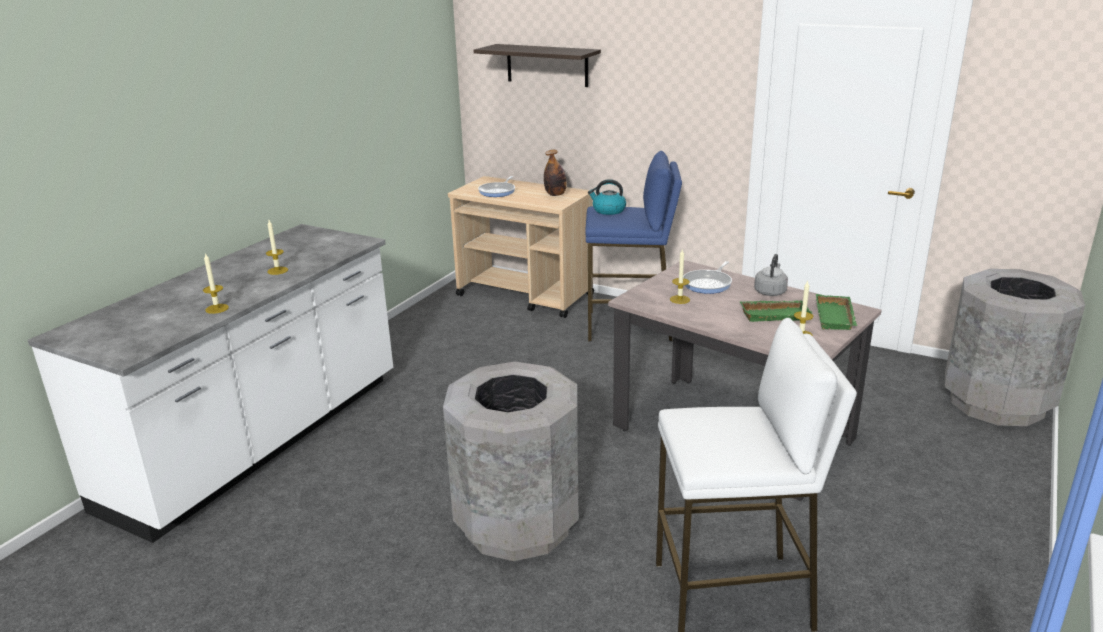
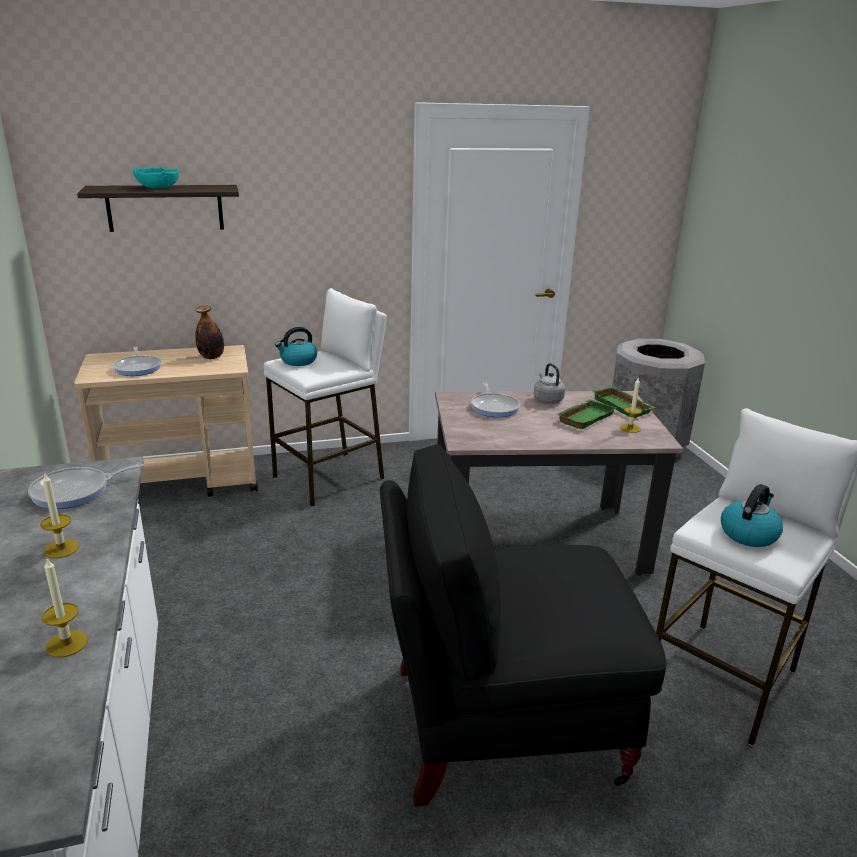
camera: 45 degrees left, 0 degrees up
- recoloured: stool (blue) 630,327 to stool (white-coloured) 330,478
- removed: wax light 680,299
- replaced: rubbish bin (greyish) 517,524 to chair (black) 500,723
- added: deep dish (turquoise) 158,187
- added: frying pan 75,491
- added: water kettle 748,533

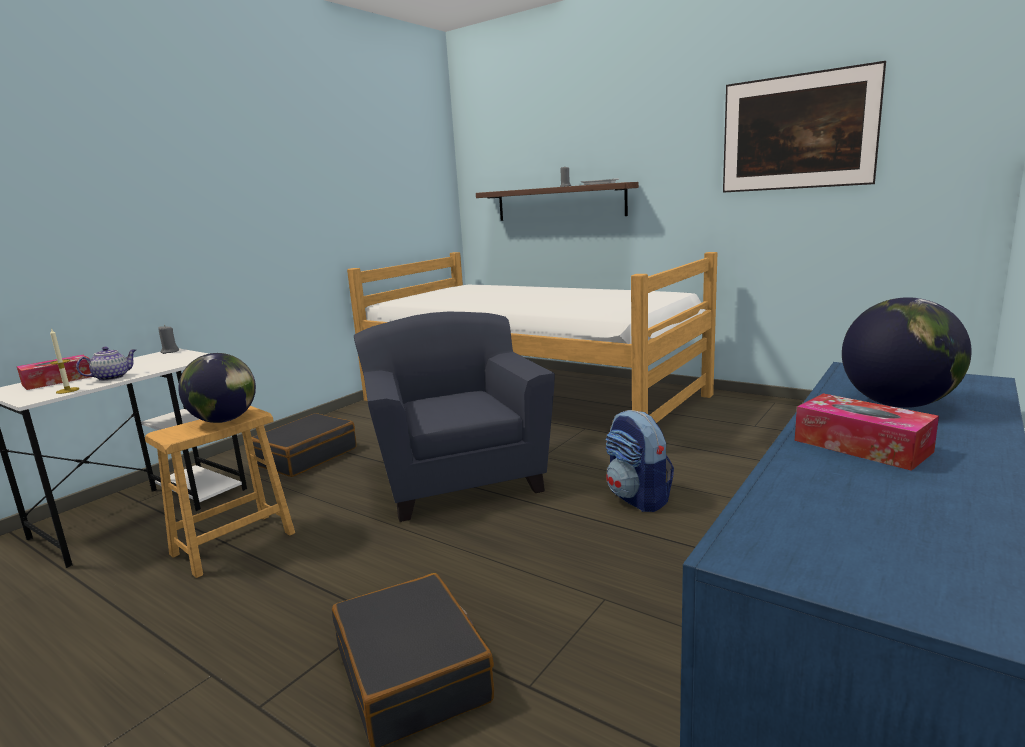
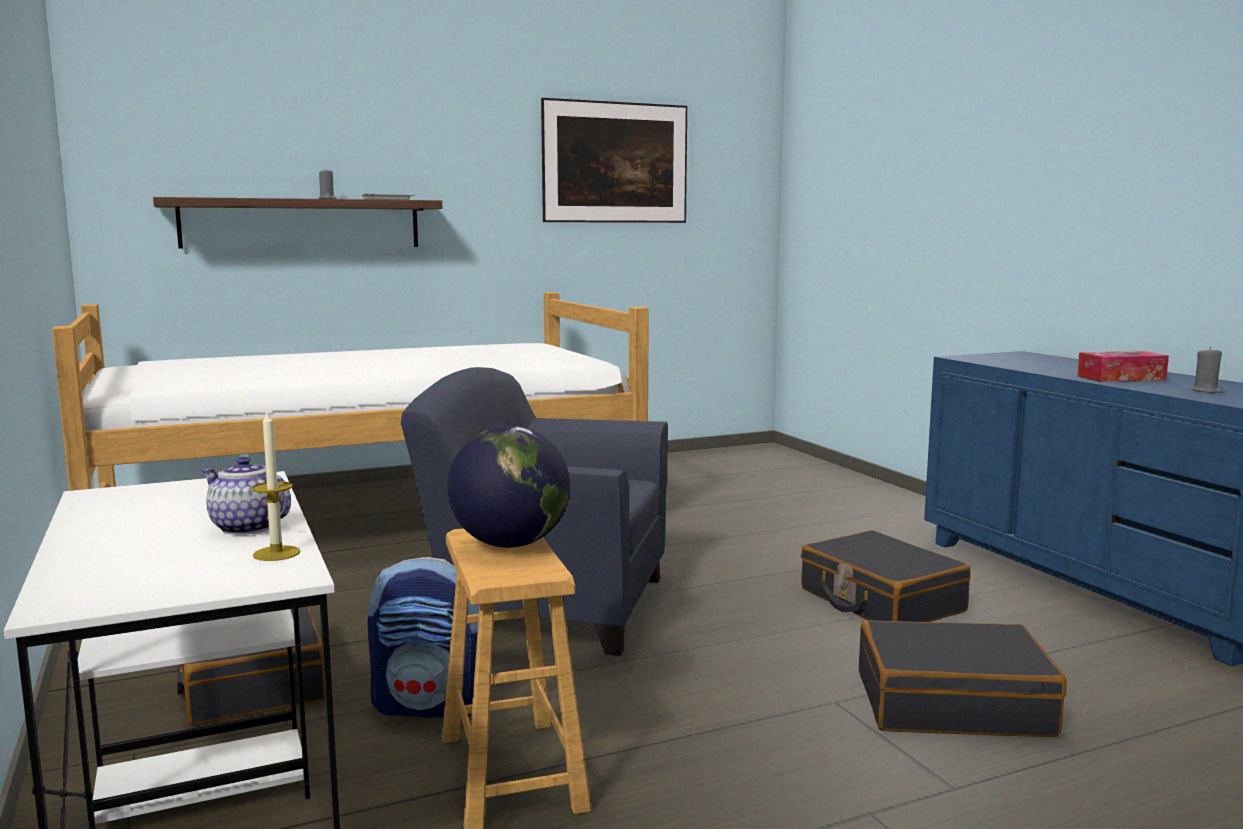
camera: 60 degrees left, 5 degrees down
- removed: desk globe 898,404
- moved: wax light (greyish) 170,351 to 1206,391
- turned: pot for tea 112,377 = 246,527 45 degrees counterclockwise
- removed: tissue holder 58,380
- moved: backpack 638,498 to 432,705
- added: piece of luggage (black) 880,601

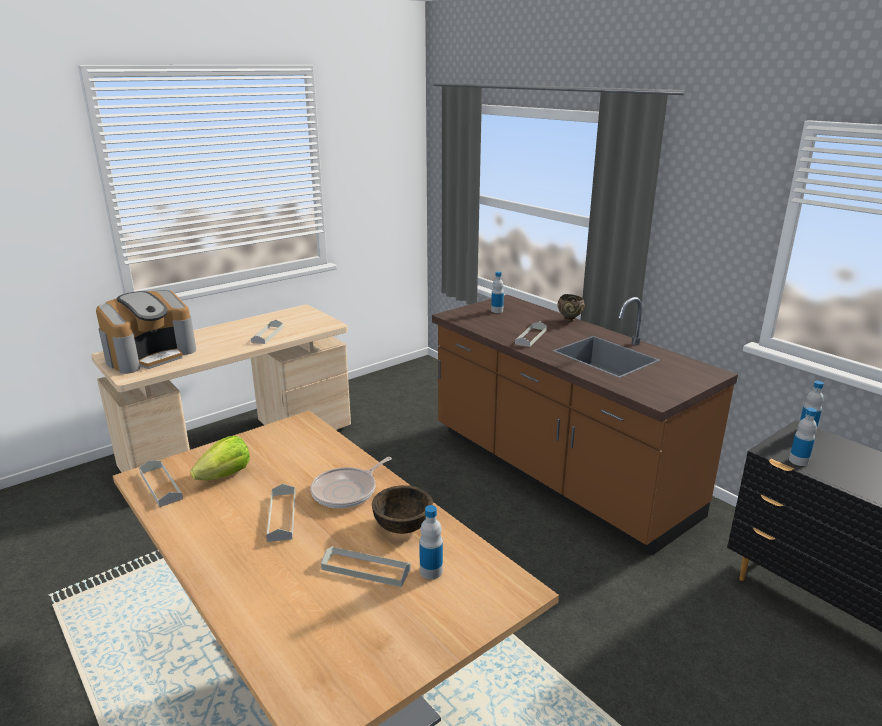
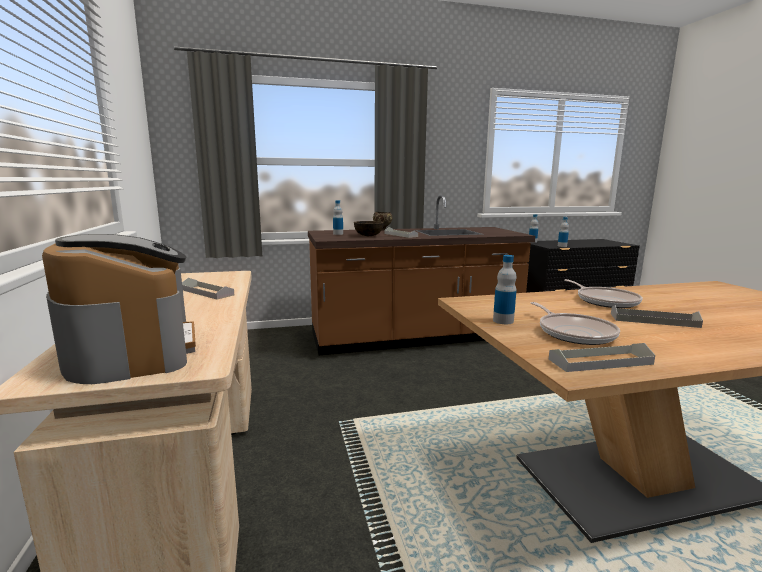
camera: 65 degrees left, 10 degrees down
- replaced: head of lettuce 225,475 to frying pan 574,333
- moved: deep dish (brown) 403,525 to 368,236
- moved: beverage bottle 431,571 to 503,321
- removed: tray (greyish) 366,569

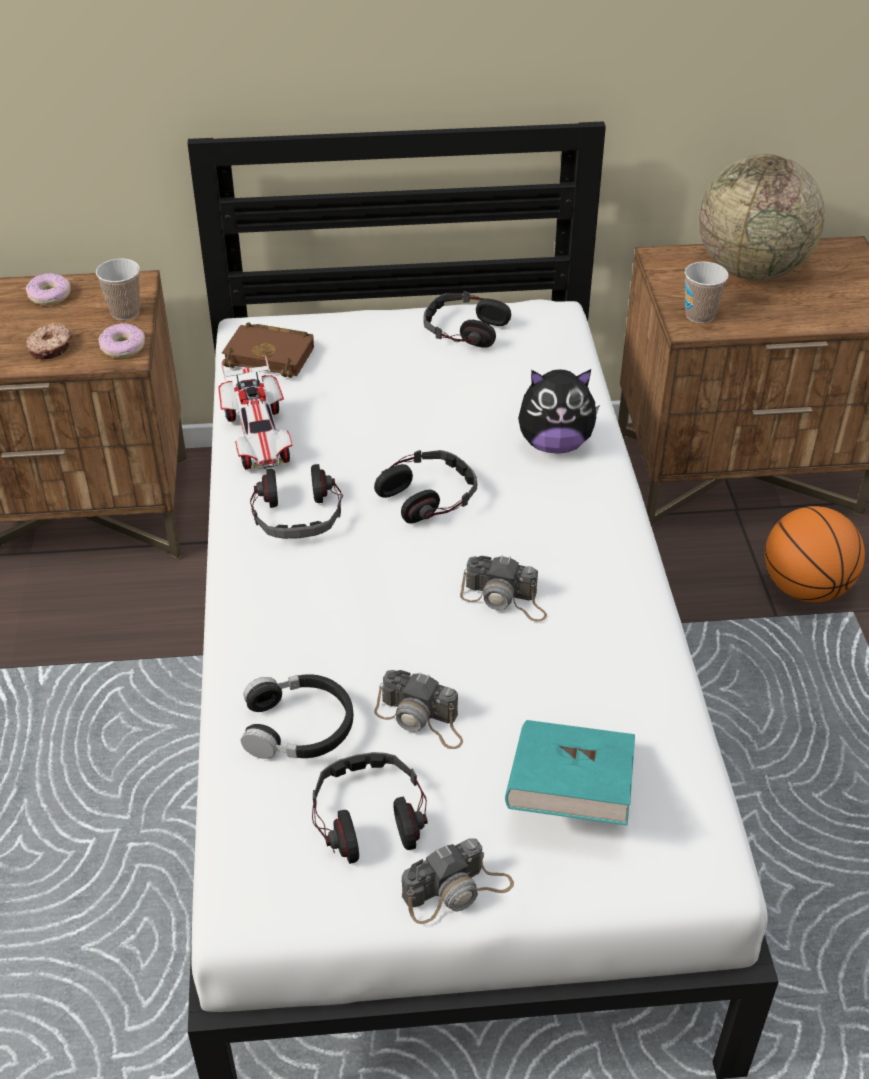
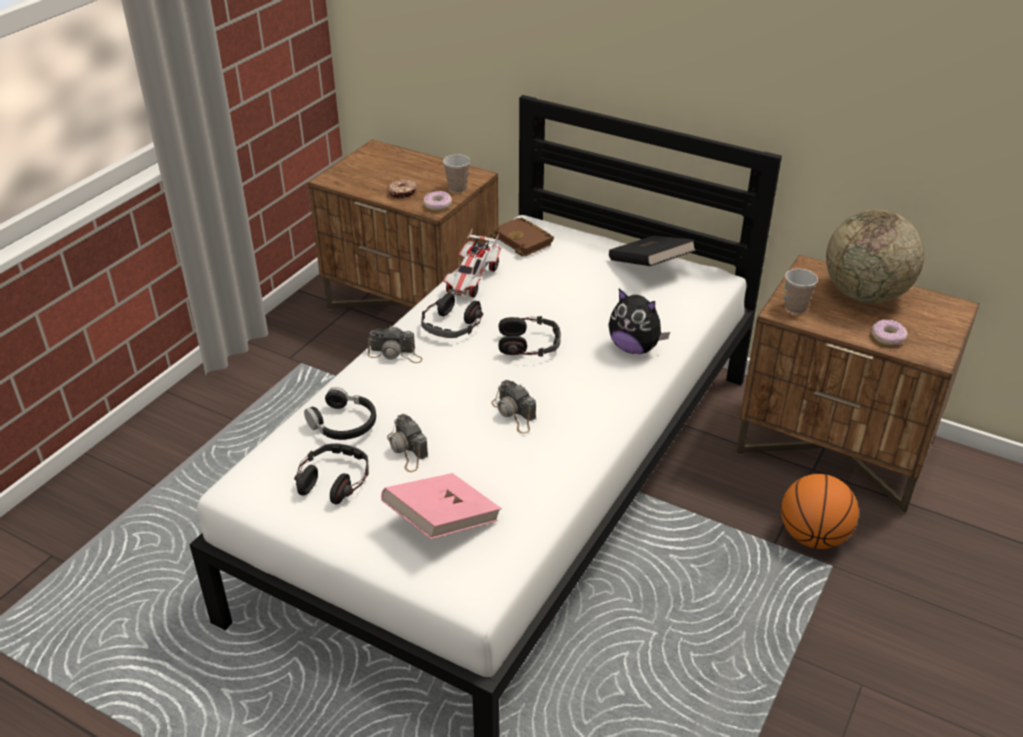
camera: 35 degrees right, 5 degrees down
- moved: ring doughnut 50,295 to 888,337
- replaced: headset 464,329 to book (black) 649,267
- recoloured: book (turquoise) 569,794 to book (pink) 442,522
- moved: still camera 457,890 to 395,354

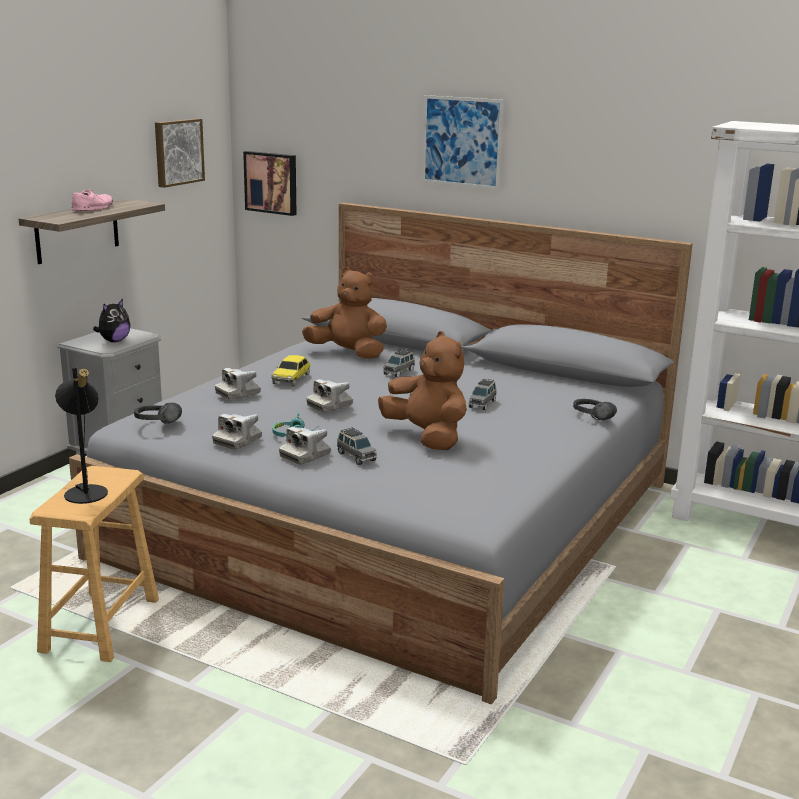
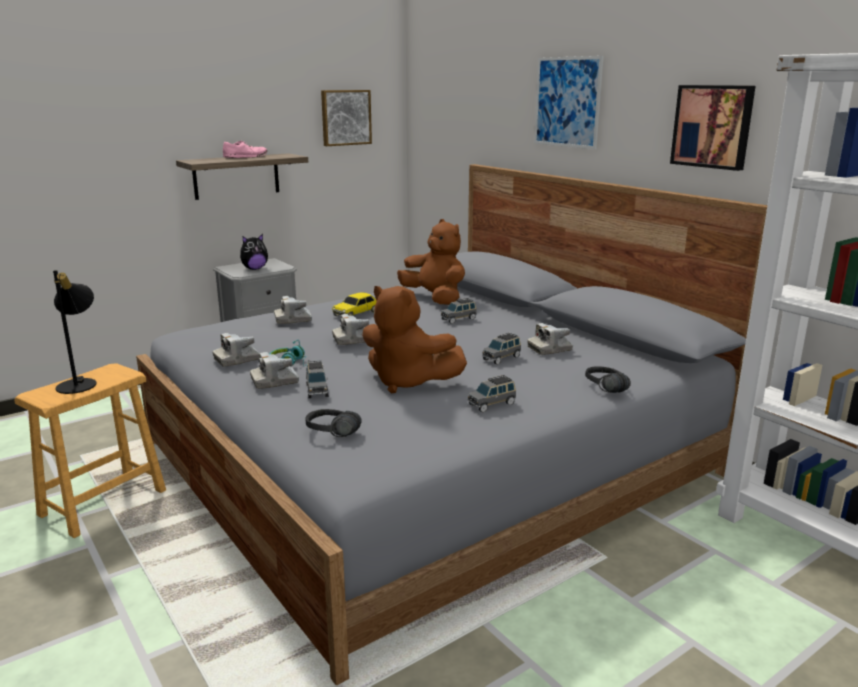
camera: 25 degrees right, 0 degrees up
- moved: wall art 272,182 to 713,126
- turned: cuddly toy (brown) 427,437 = 407,382 135 degrees clockwise
- moved: headset (black) 157,424 to 330,435
- added: still camera 549,349
- added: toy car (greyish) 492,404

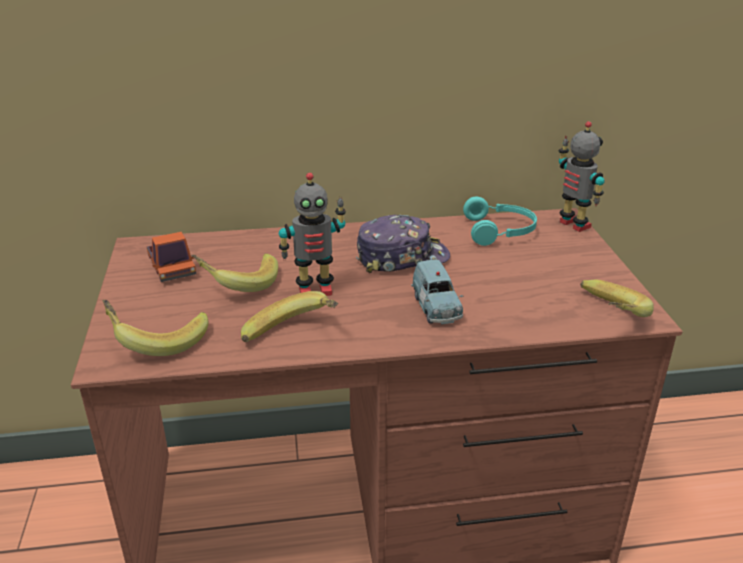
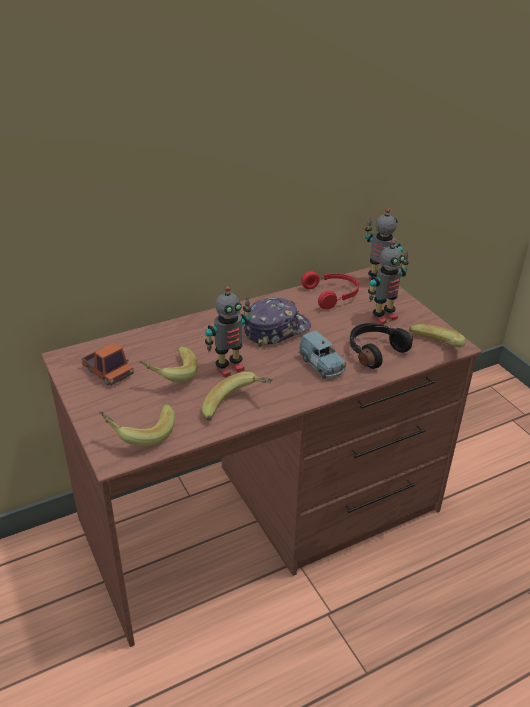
camera: 20 degrees left, 5 degrees up
- recoloured: headset (turquoise) 500,231 to headset (red-coloured) 332,295
- added: model robot 383,317
- added: headset (black) 374,351

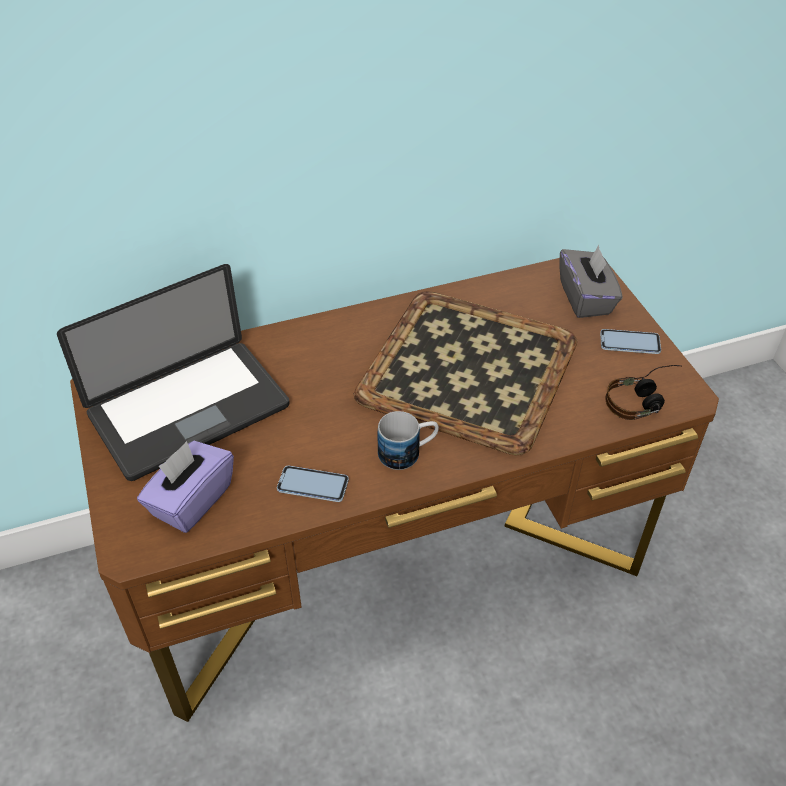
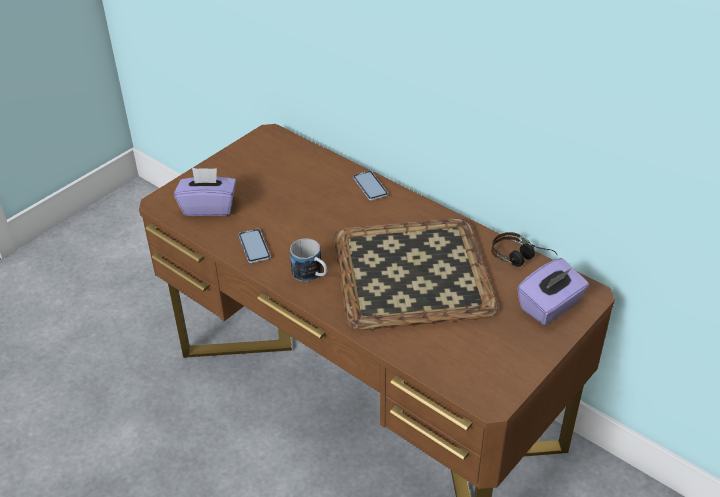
camera: 60 degrees right, 5 degrees down
- recoloured: tissue holder (greyish) 586,298 to tissue holder (purplish) 550,306
- removed: notebook computer 189,411
- moved: telephone 629,343 to 370,186
- moved: headset 644,400 to 522,259

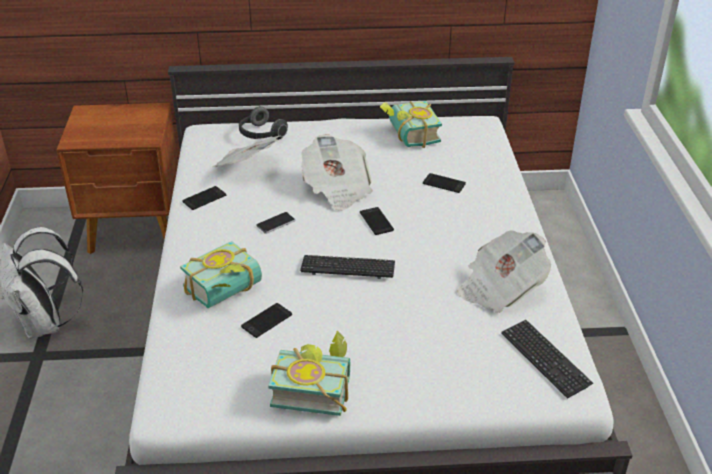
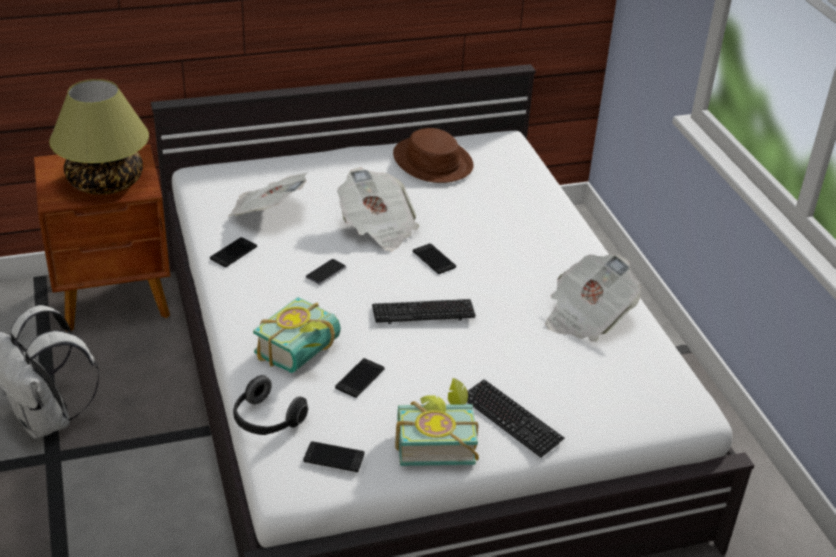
camera: 15 degrees left, 0 degrees up
- replaced: book 408,136 to wearable hat (brown) 433,161
- moved: headset 261,135 to 266,421
- moved: telephone 444,183 to 334,457
- moved: computer keyboard 545,359 to 511,419
- added: tabletop lamp 105,183

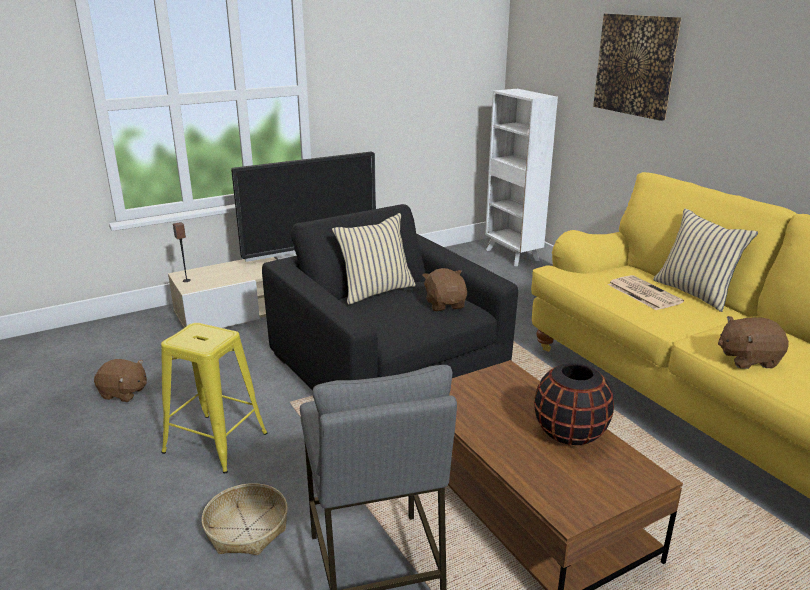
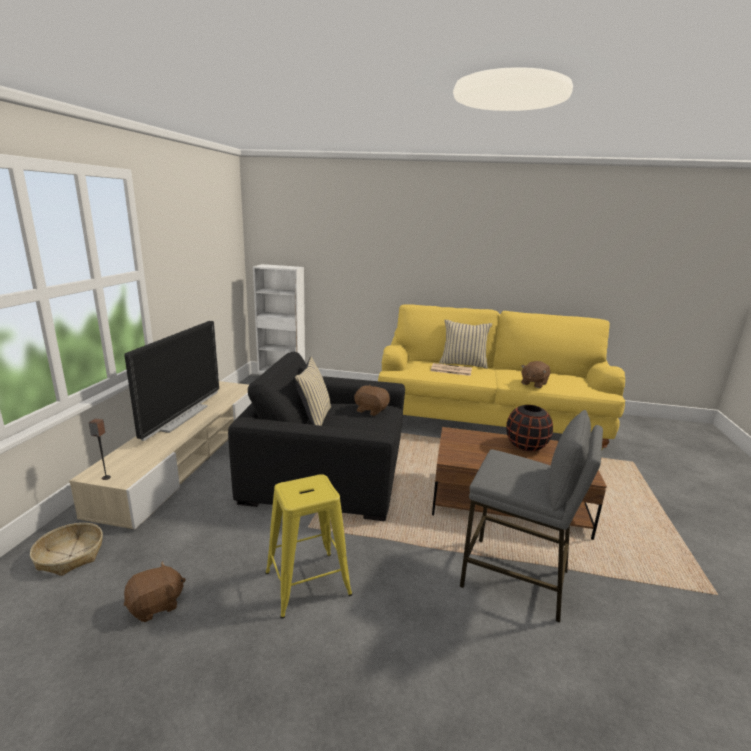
camera: 50 degrees left, 5 degrees down
- removed: wall art 635,65
- moved: storage basket 246,529 to 70,556

